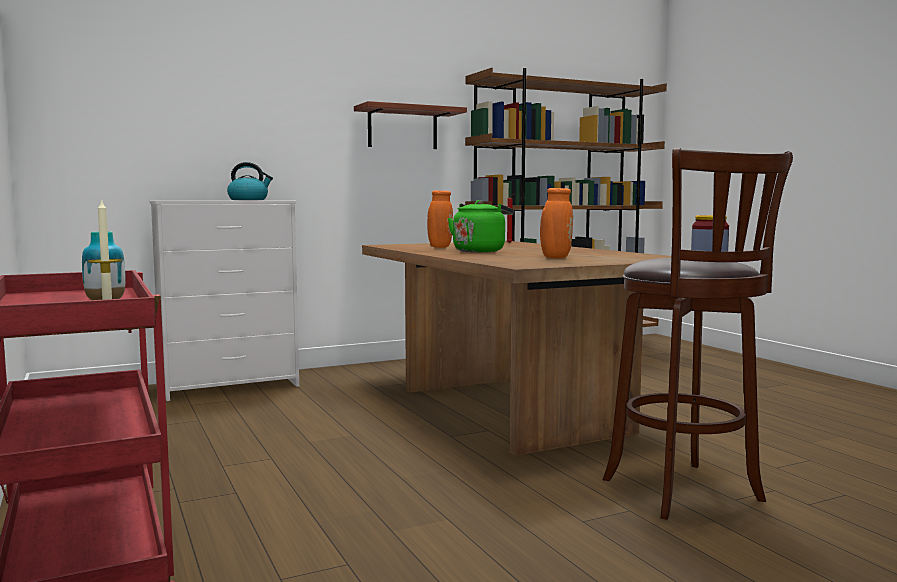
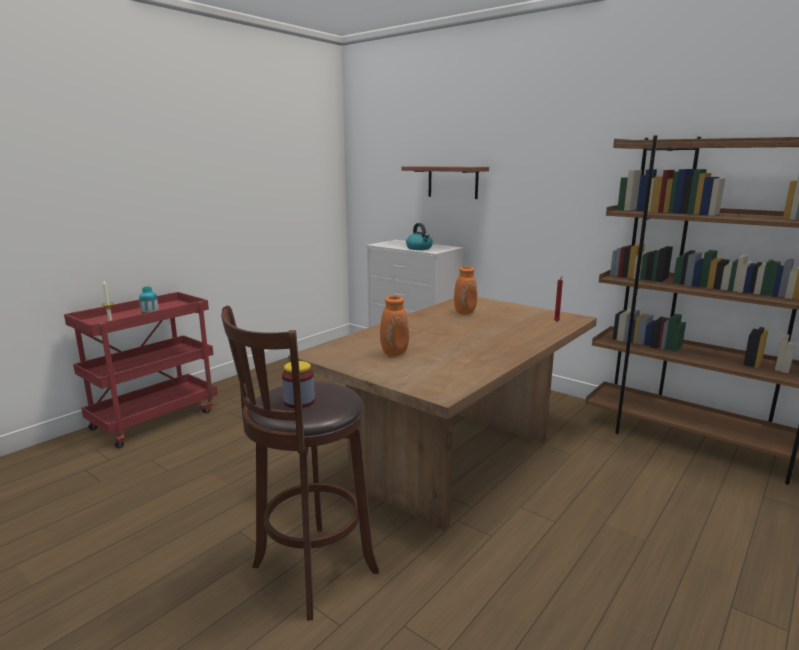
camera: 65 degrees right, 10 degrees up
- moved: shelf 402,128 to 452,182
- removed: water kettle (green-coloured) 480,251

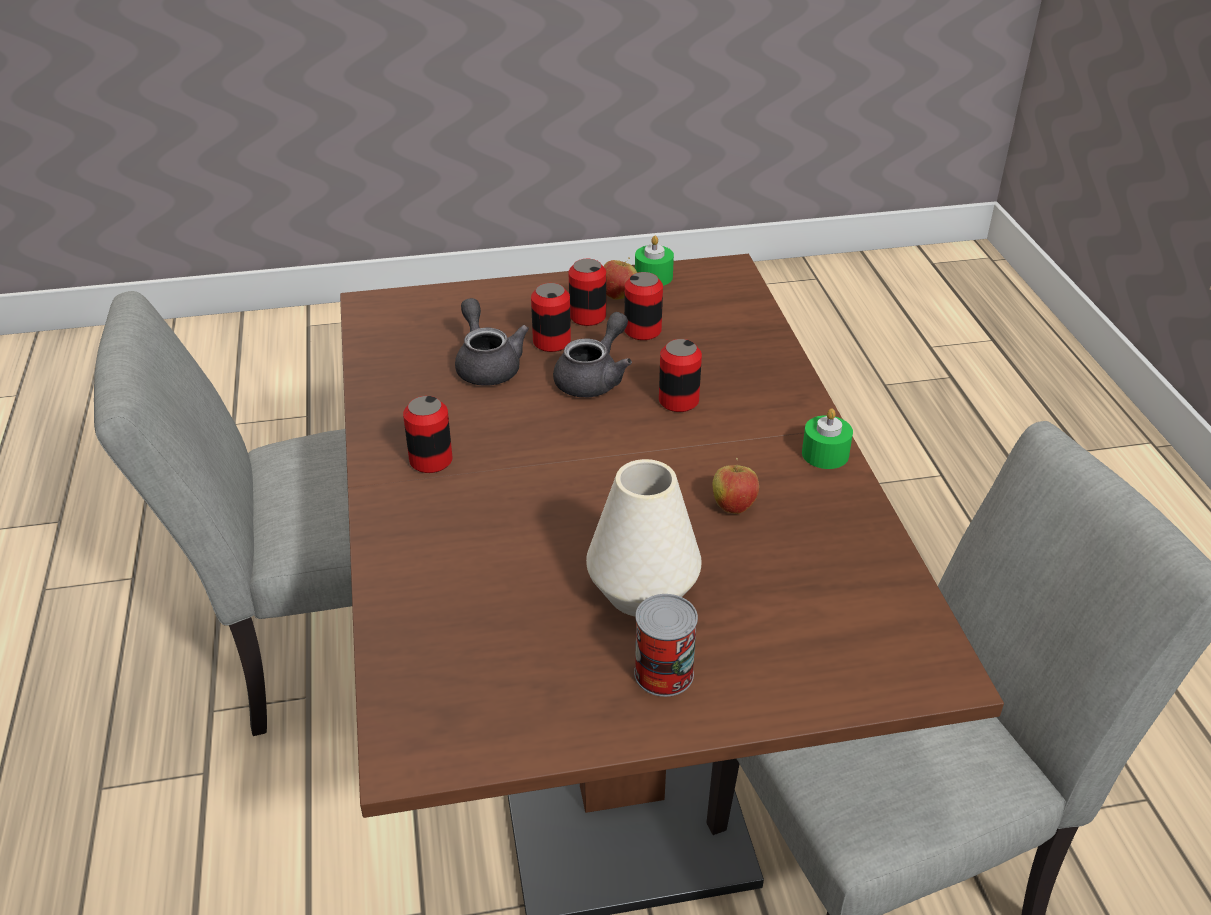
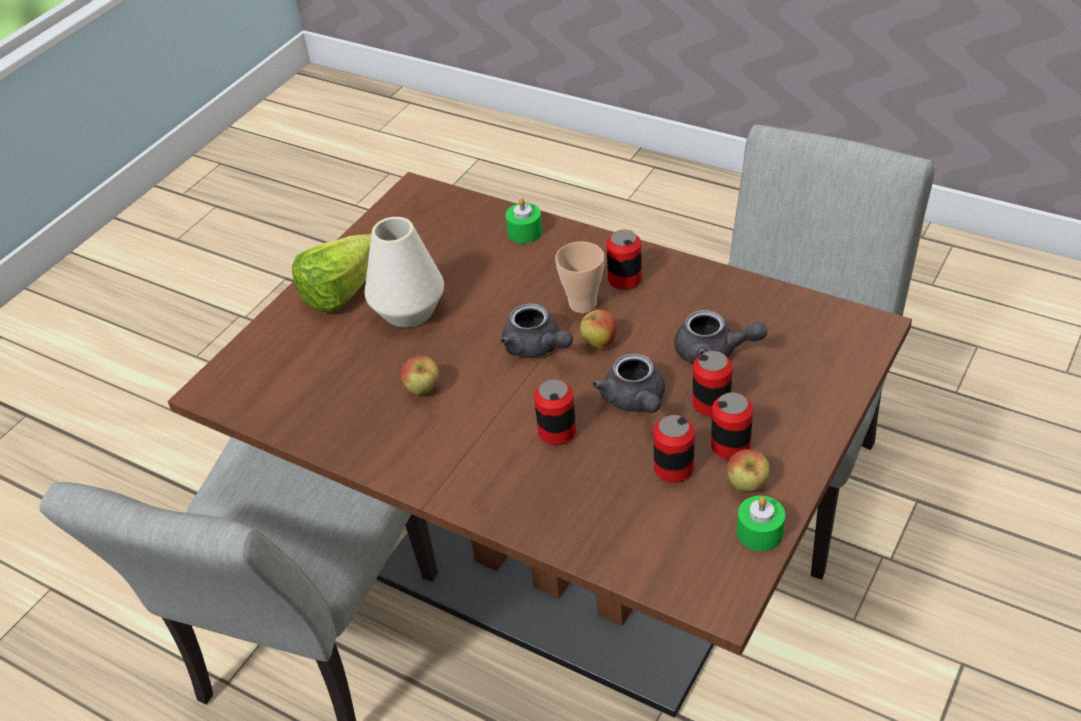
camera: 135 degrees right, 5 degrees up
- moved: wax light (green-coloured) 825,454 to 525,232
- replaced: can 663,673 to head of lettuce 350,288
- added: drinking cup 582,304
- added: pot for tea (greyish) 537,348
- added: apple fruit 599,343

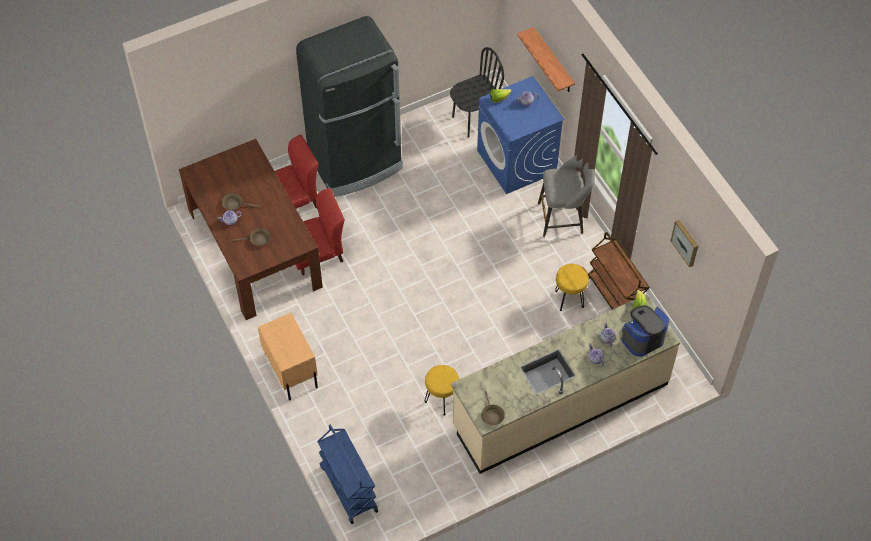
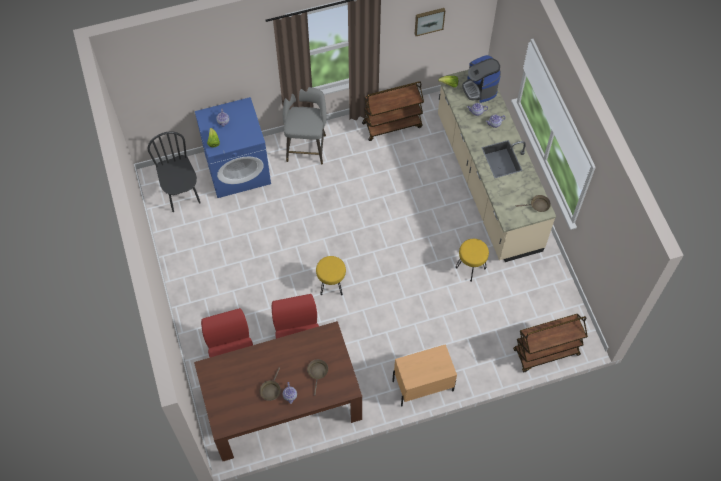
camera: 80 degrees left, 5 degrees up
- removed: fridge (black) 356,163
- removed: shelf 553,61
- moved: stool (yellow) 569,299 to 332,285
- recoloured: wheeled cart (blue) 348,488 to wheeled cart (brown) 546,353

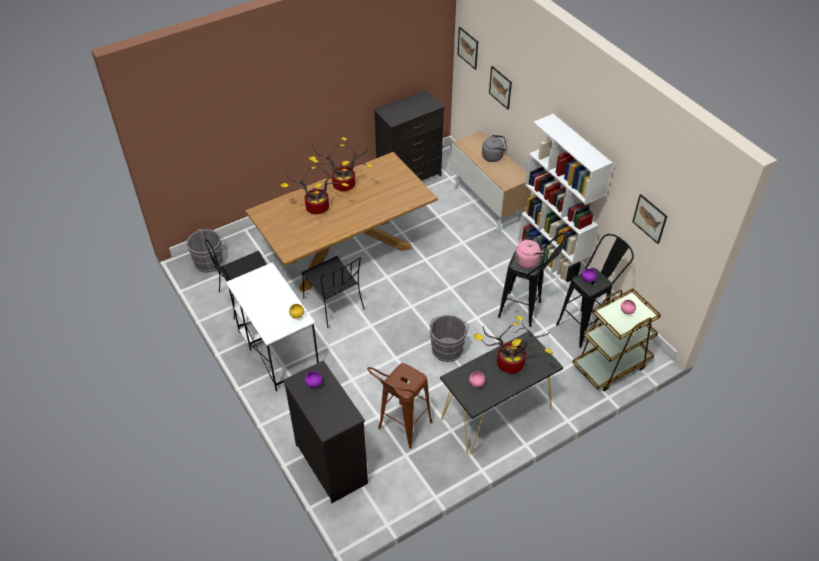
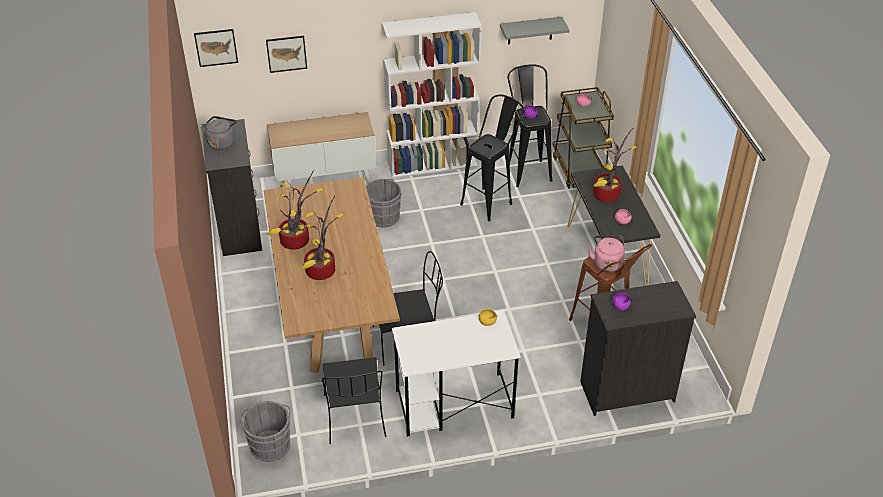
camera: 70 degrees left, 5 degrees down
- moved: water kettle (greyish) 494,156 to 222,143
- replaced: wall art 650,218 to shelf (greyish) 530,30
- moved: water kettle (pink) 528,260 to 607,262
- moved: pail (greyish) 447,348 to 381,216

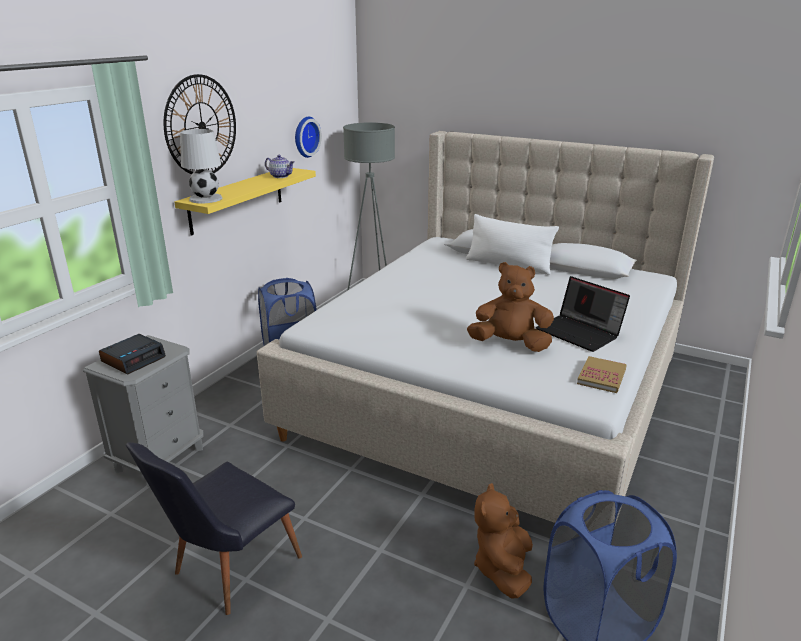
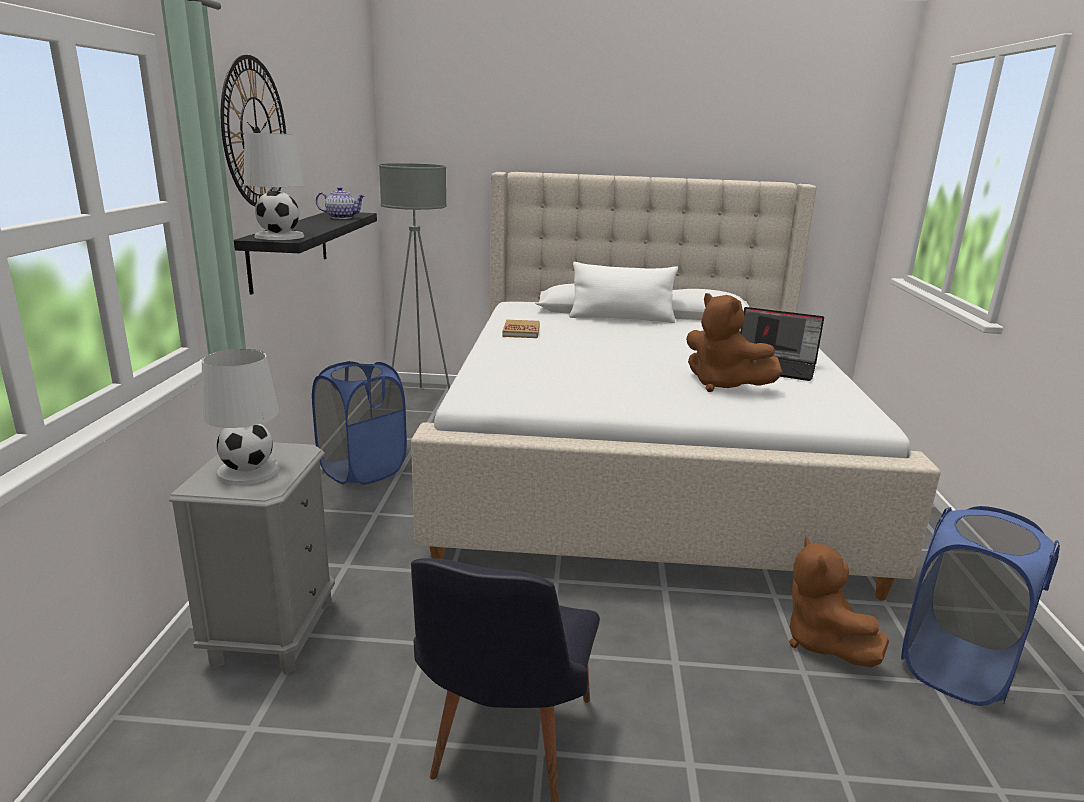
camera: 25 degrees left, 5 degrees down
- removed: clock on the wall 305,136
- recoloured: shelf (yellow) 237,199 to shelf (black) 289,249
- turned: cuddly toy (brown) 510,344 = 723,385 120 degrees counterclockwise
- replaced: alarm clock 134,359 to tabletop lamp (white-coloured) 248,471
- moved: book 601,376 to 521,331

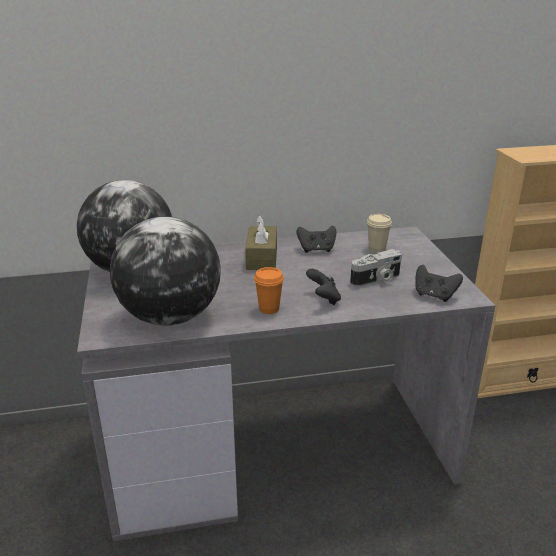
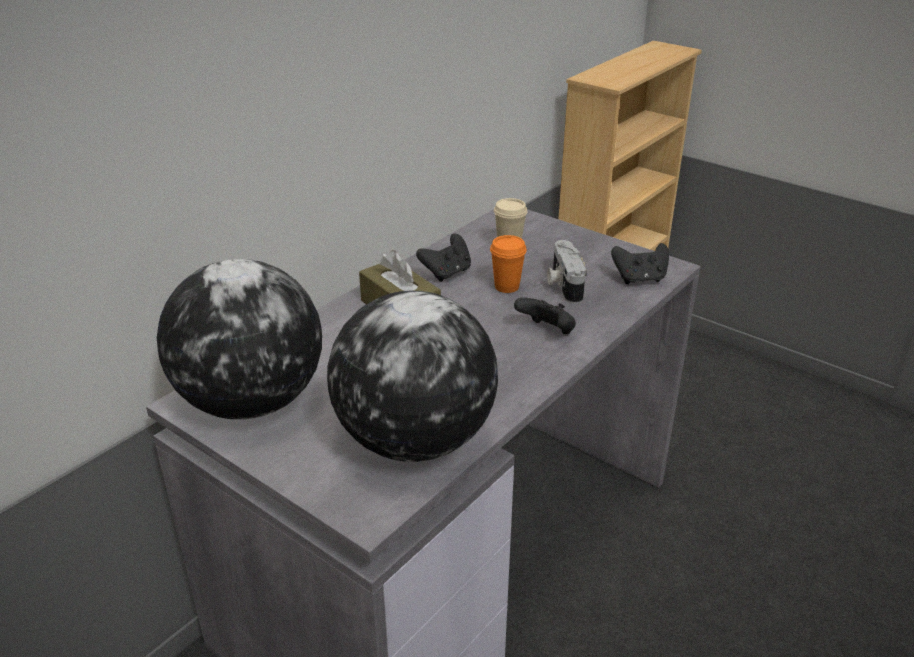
camera: 40 degrees left, 5 degrees up
- turned: still camera 376,280 = 563,284 150 degrees clockwise
- moved: drinking cup (orange-coloured) 269,309 to 506,287

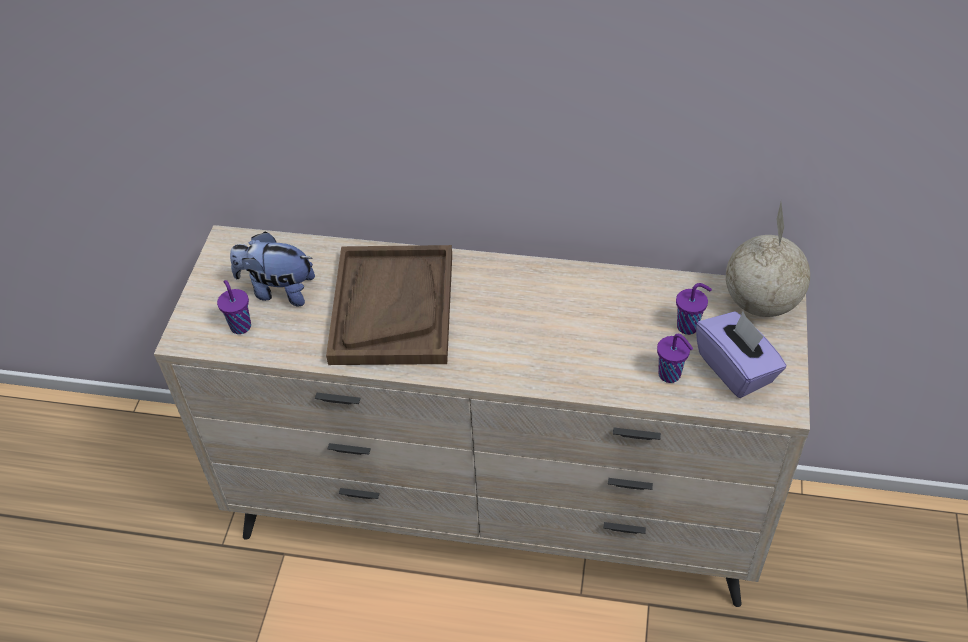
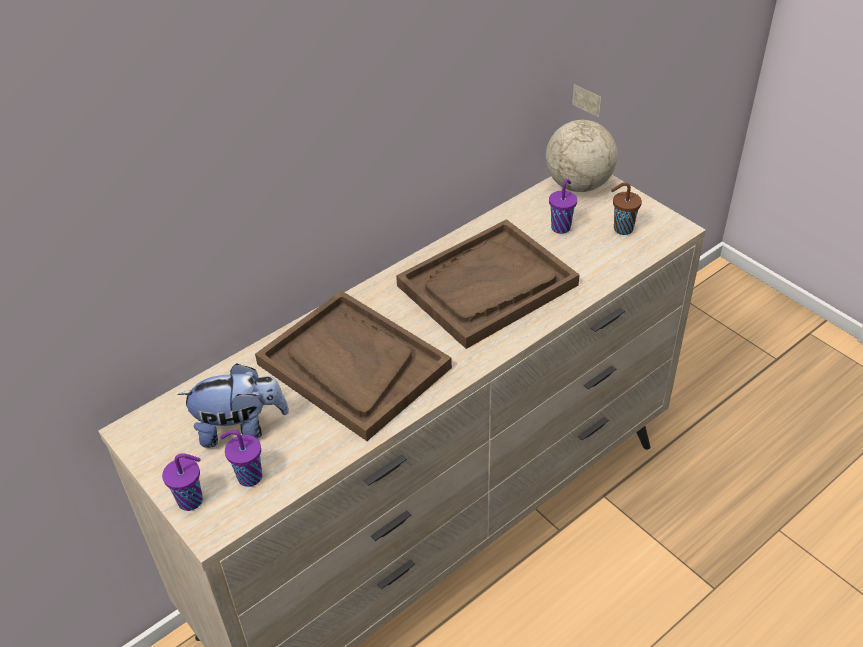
camera: 50 degrees left, 5 degrees down
- turned: cuddly toy 278,290 = 240,428 150 degrees counterclockwise
- replaced: tissue holder (purplish) 735,368 to drinking cup (brown) 621,229
- moved: drinking cup (purplish) 671,375 to 192,500
- added: tray (brown) 487,286

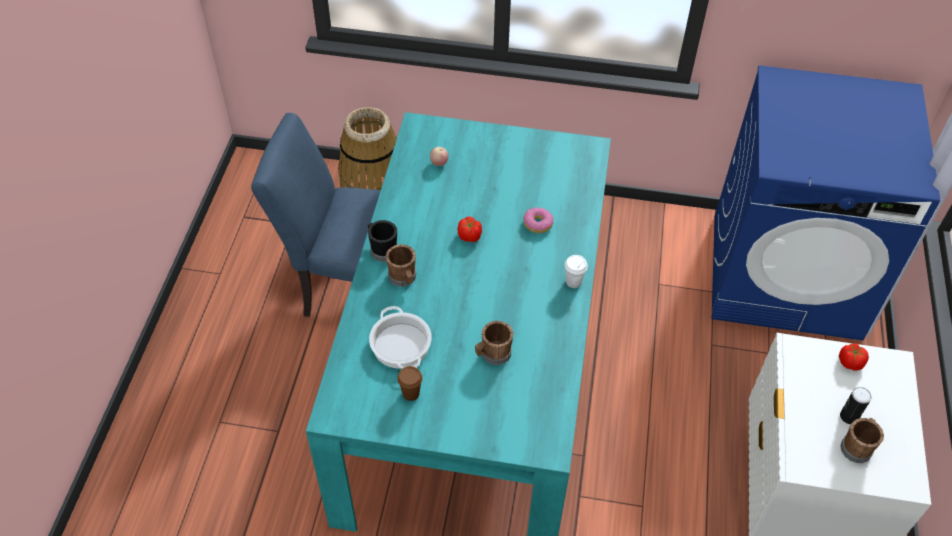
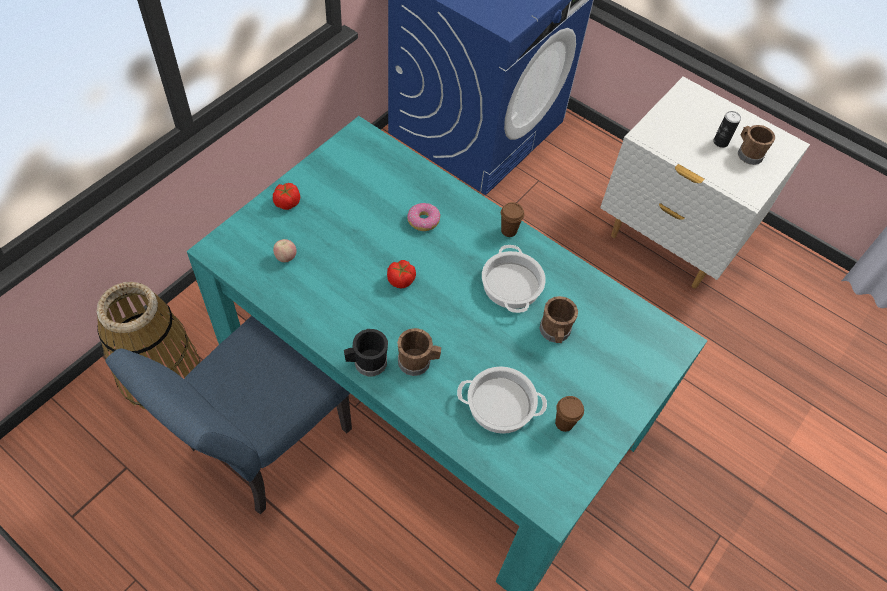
camera: 65 degrees left, 5 degrees up
- recoloured: drinking cup (white-coloured) 573,282 to drinking cup (brown) 509,230
- moved: whole tomato 850,362 to 287,203
- added: stockpot 511,284

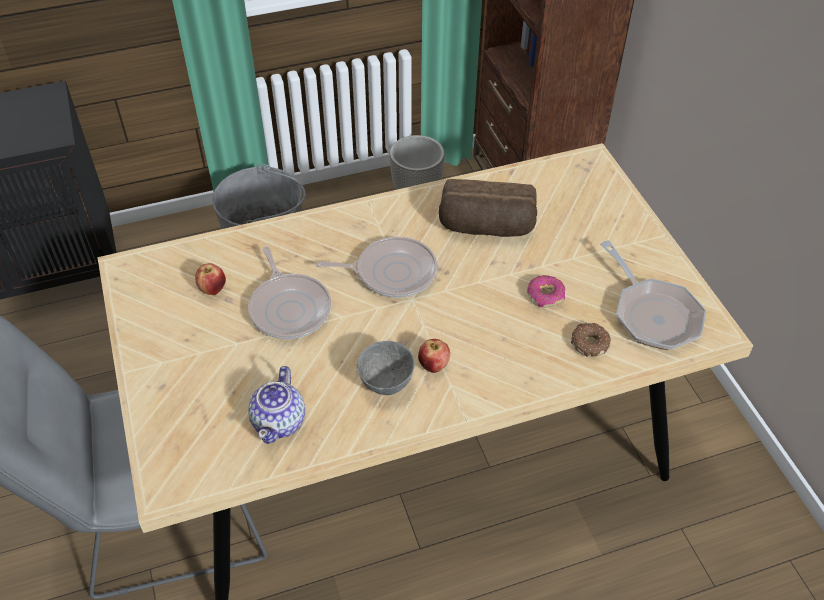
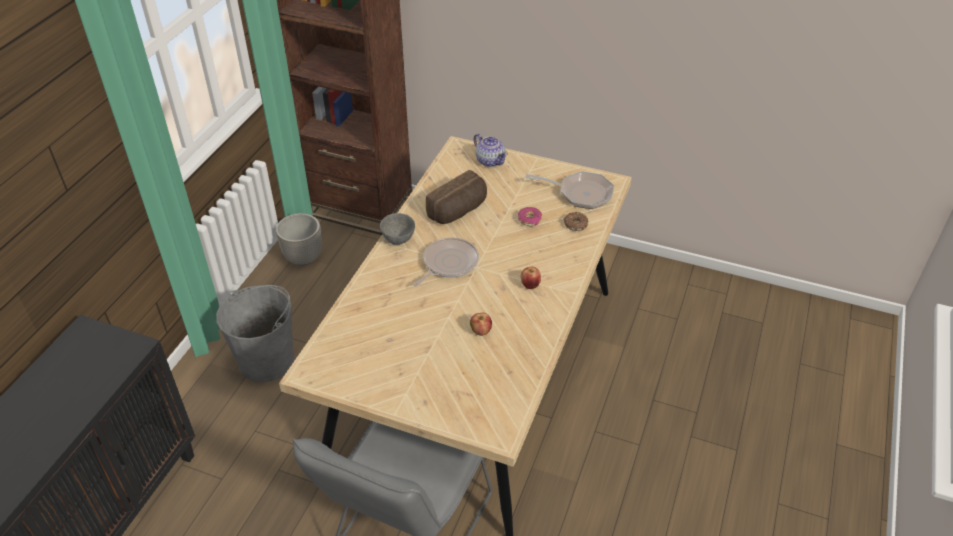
camera: 50 degrees left, 5 degrees down
- removed: frying pan 289,308
- moved: apple fruit 213,289 to 481,331
- moved: deep dish (greyish) 387,384 to 399,240
- moved: pot for tea 280,421 to 490,160

